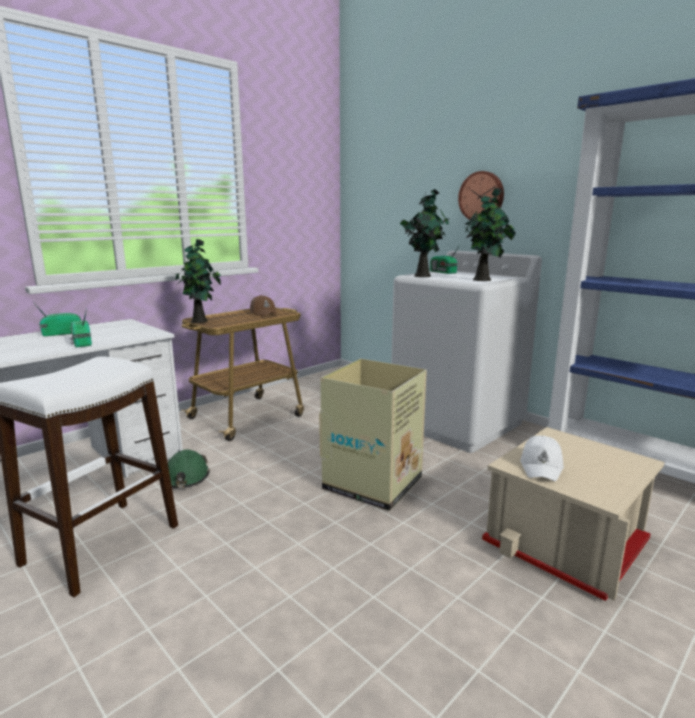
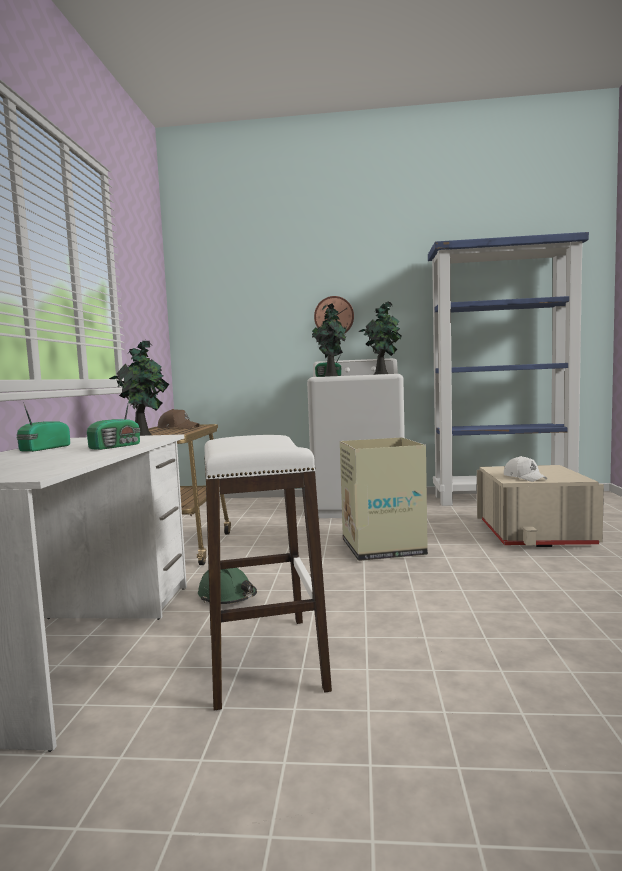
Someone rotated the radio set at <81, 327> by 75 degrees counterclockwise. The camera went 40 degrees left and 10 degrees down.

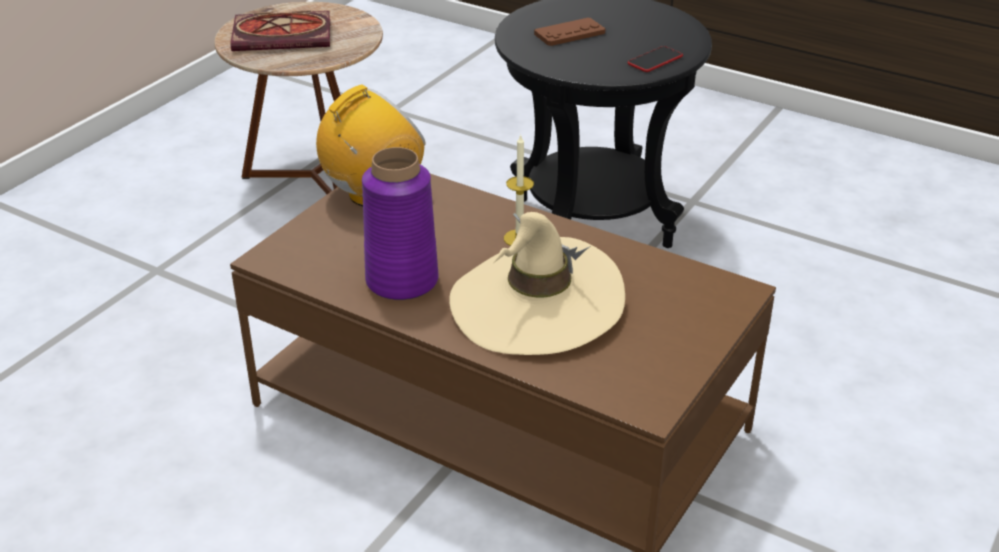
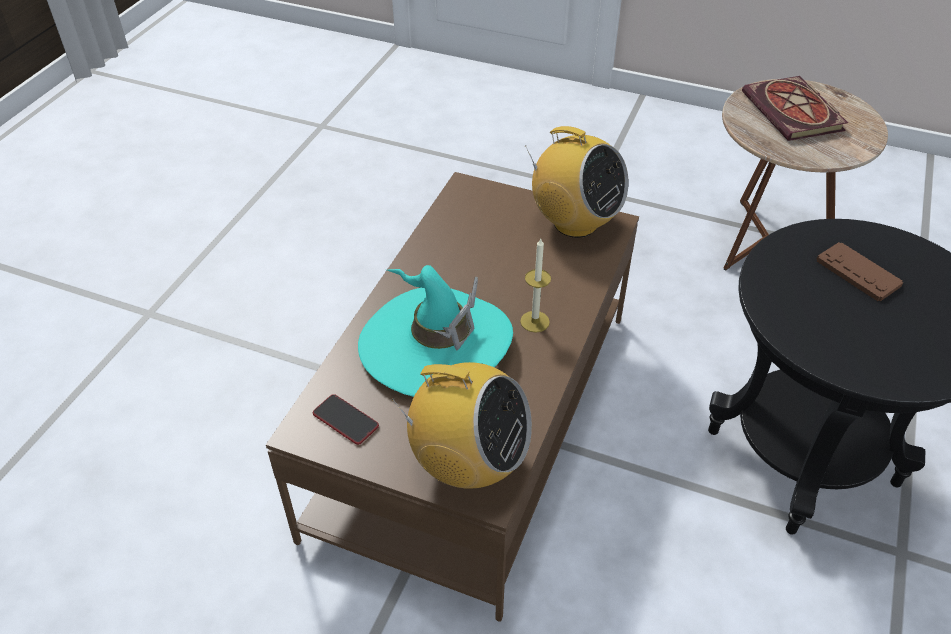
Someone carried the handset from <655, 59> to <346, 419>. Someone repainted the wearable hat (beige) at <537, 283>, which became the wearable hat (turquoise-coloured) at <435, 331>. Someone put down the radio set at <461, 425>. Someone took away the flower vase (purple-coloured) at <400, 223>. The camera went 80 degrees right and 10 degrees up.

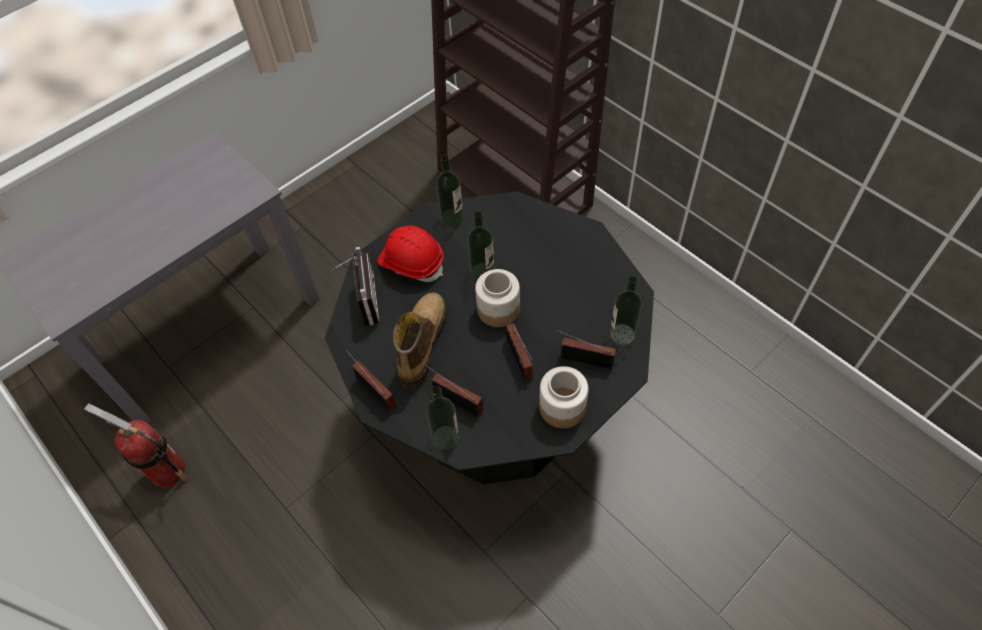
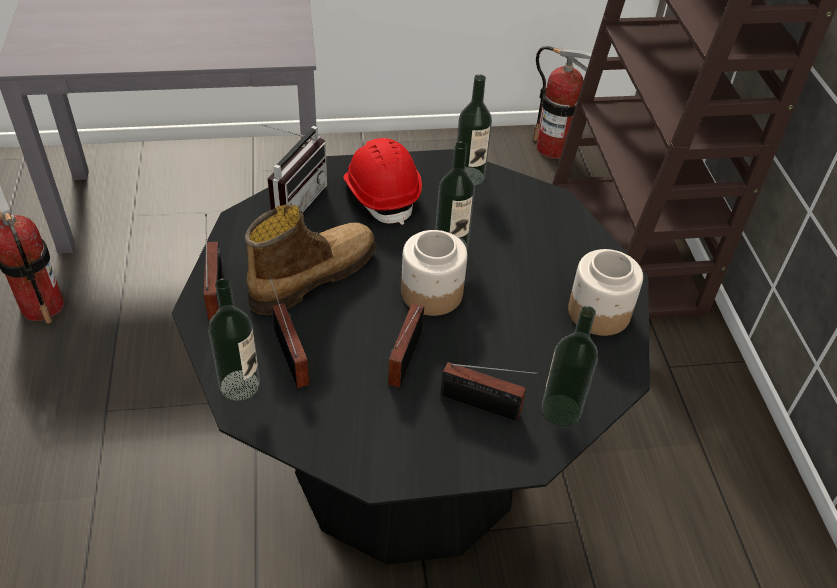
Someone rotated the radio set at <586, 350> by 150 degrees clockwise. Someone put down the fire extinguisher at <562, 102>. Someone carried the preserve jar from <564, 397> to <605, 292>. The camera went 30 degrees right and 10 degrees down.

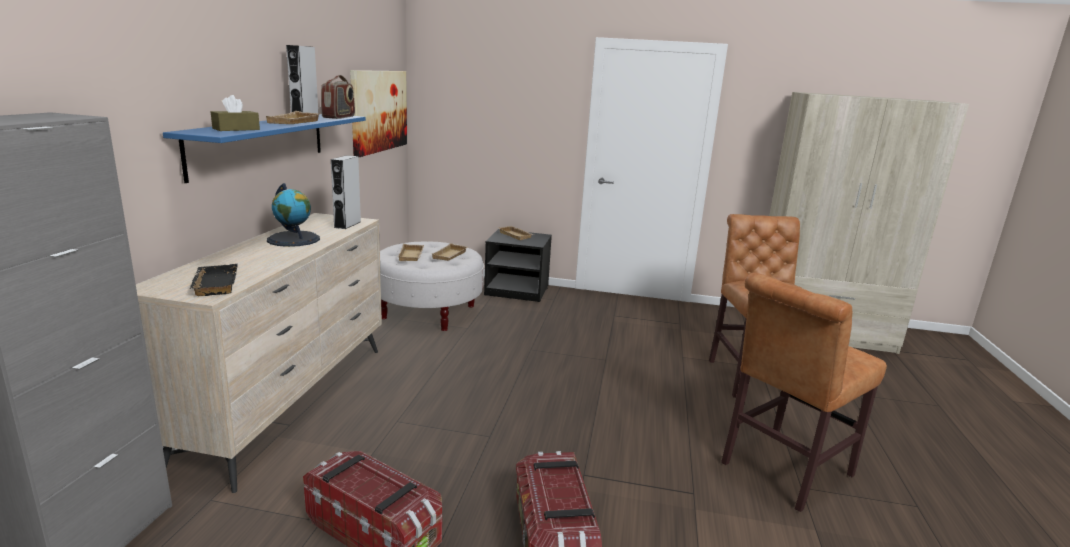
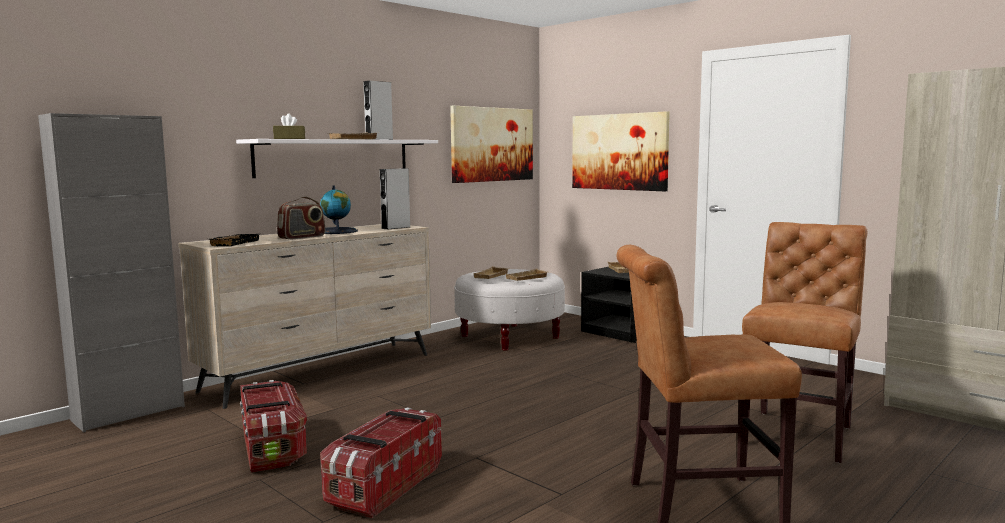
Someone repainted the bracket shelf (blue-coloured) at <264, 148>, which became the bracket shelf (whitish) at <337, 158>. Someone carried the radio set from <338, 97> to <301, 217>. Someone put up the picture at <621, 151>. The camera went 35 degrees right and 10 degrees down.

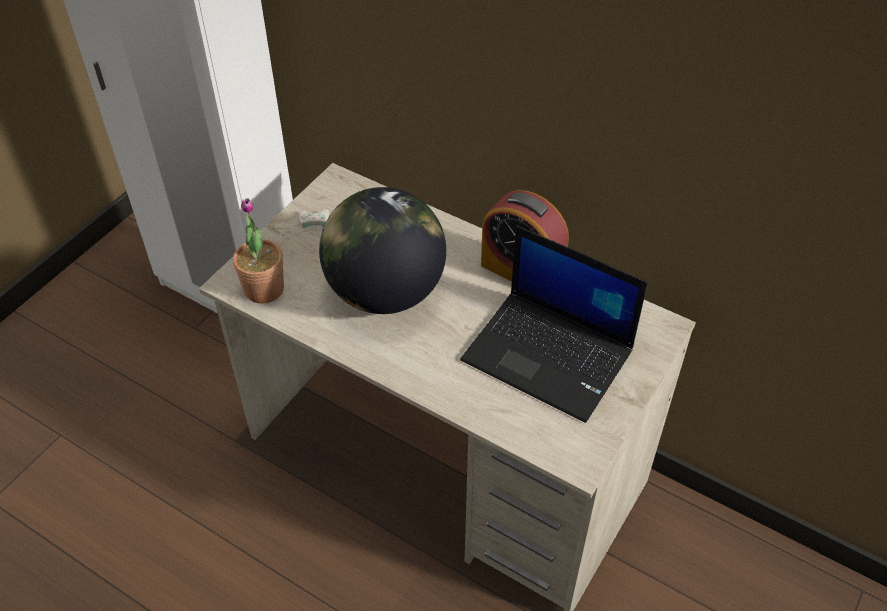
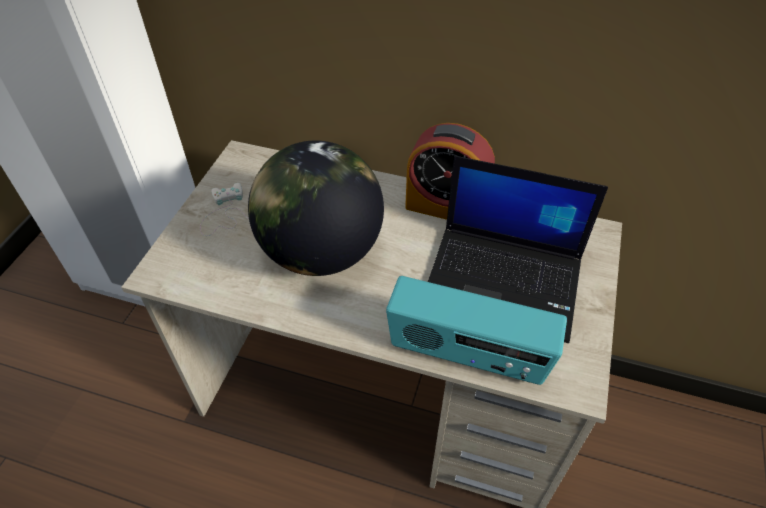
Someone put down the radio set at <476, 330>. Someone took away the plant in a pot at <258, 251>. The camera went 15 degrees left and 0 degrees up.

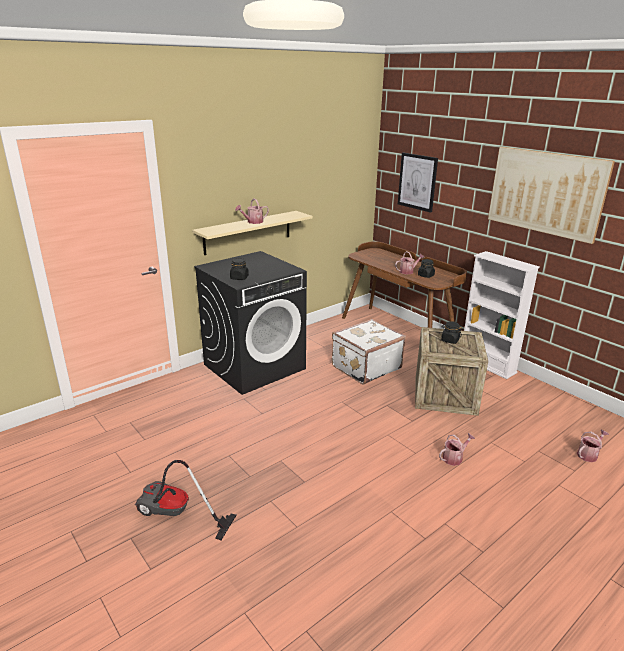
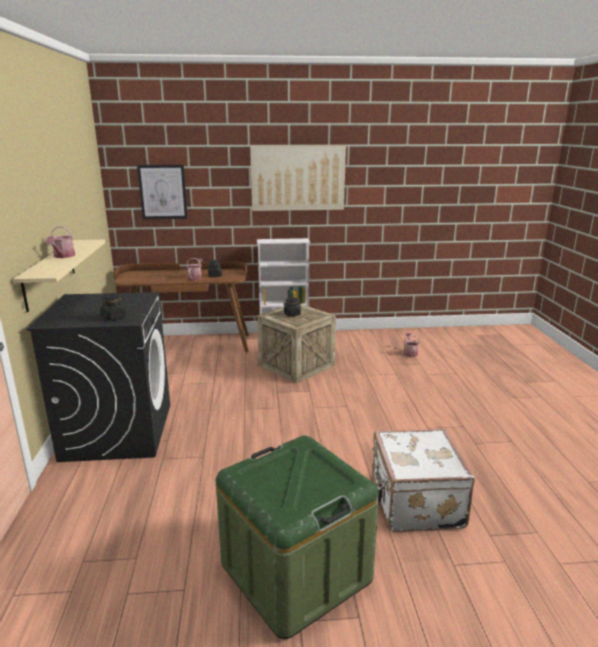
Someone swapped the hoover at <186, 500> for the storage container (green) at <297, 537>. Someone carried the travel case (whitish) from <369, 351> to <423, 480>. Someone took away the watering pot at <457, 449>. The camera went 55 degrees left and 5 degrees down.

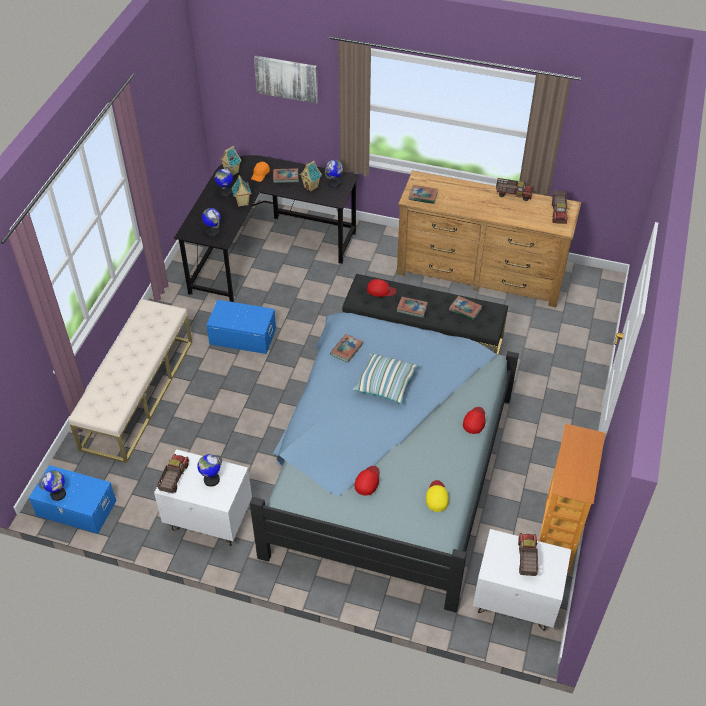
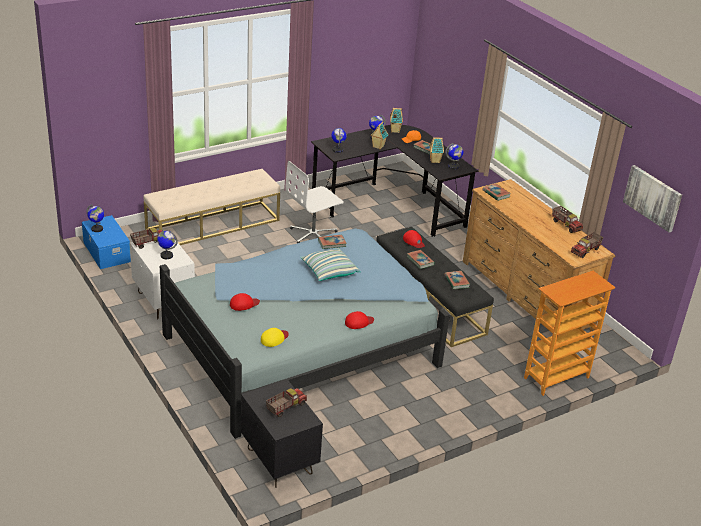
Someone repainted the nightstand (whitish) at <522, 580>, which became the nightstand (black-coloured) at <282, 433>. Someone swapped the storage container (blue-coloured) at <241, 327> for the office chair (whitish) at <314, 202>. Someone carried the shelving unit from <572, 498> to <570, 333>. Someone carried the picture from <286, 80> to <652, 198>. The camera went 40 degrees right and 15 degrees down.

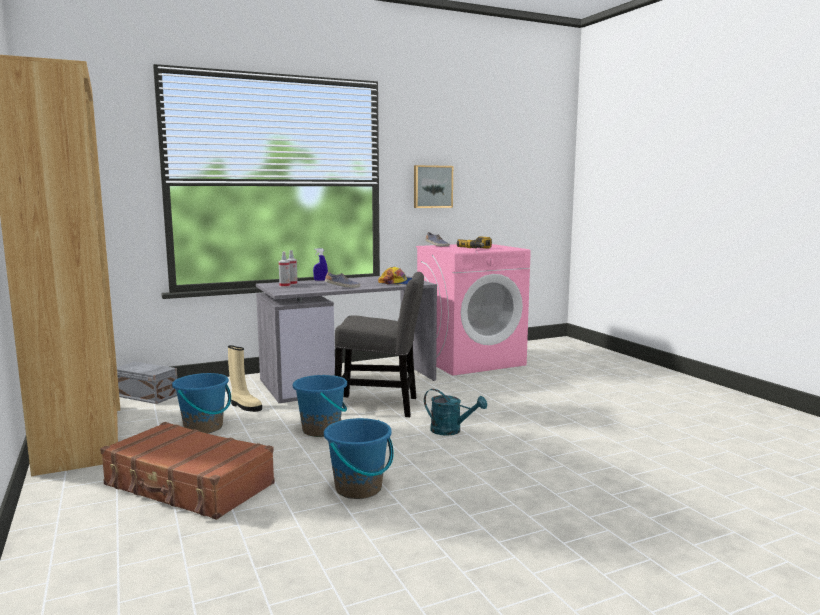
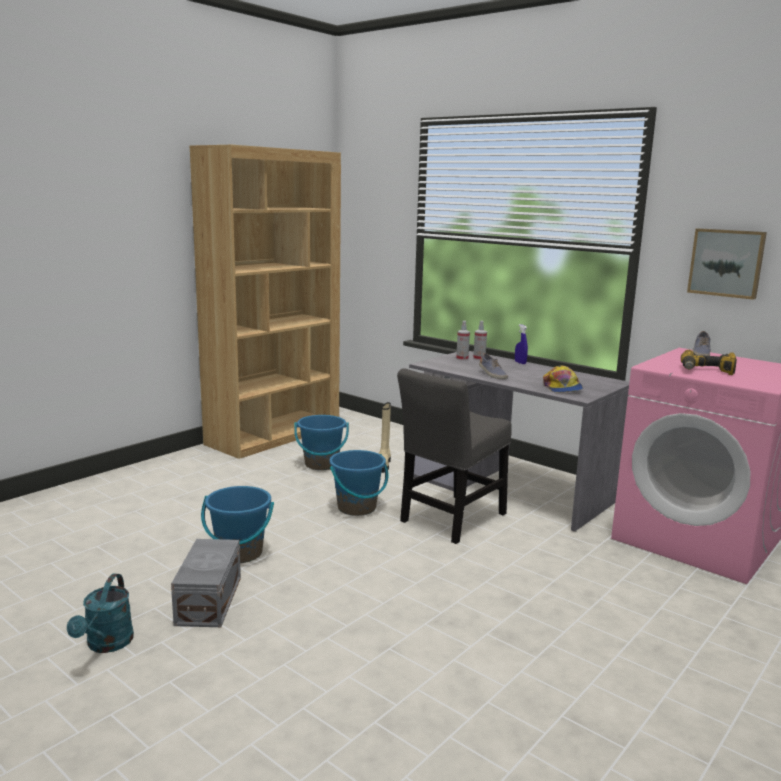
Someone carried the watering pot (turquoise-coloured) from <455, 412> to <100, 613>. Someone carried the storage container (greyish) from <147, 383> to <206, 583>. Someone rotated the chair (greyish) at <379, 344> by 60 degrees clockwise. Someone took away the travel case (brown) at <187, 471>. The camera went 65 degrees right and 5 degrees up.

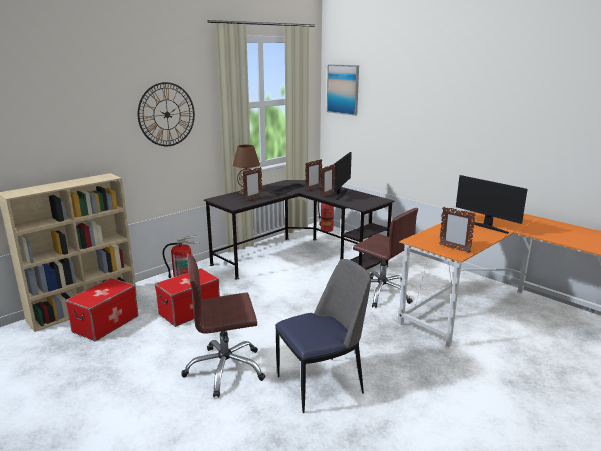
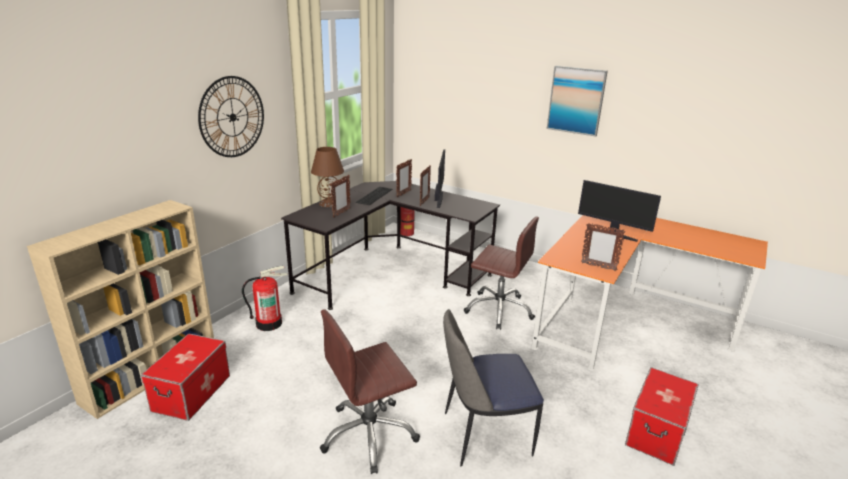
Someone rotated the chair at <323, 336> by 150 degrees counterclockwise. Someone carried the picture from <343, 90> to <577, 101>. Someone carried the storage container from <187, 297> to <662, 416>. The camera went 15 degrees left and 5 degrees up.

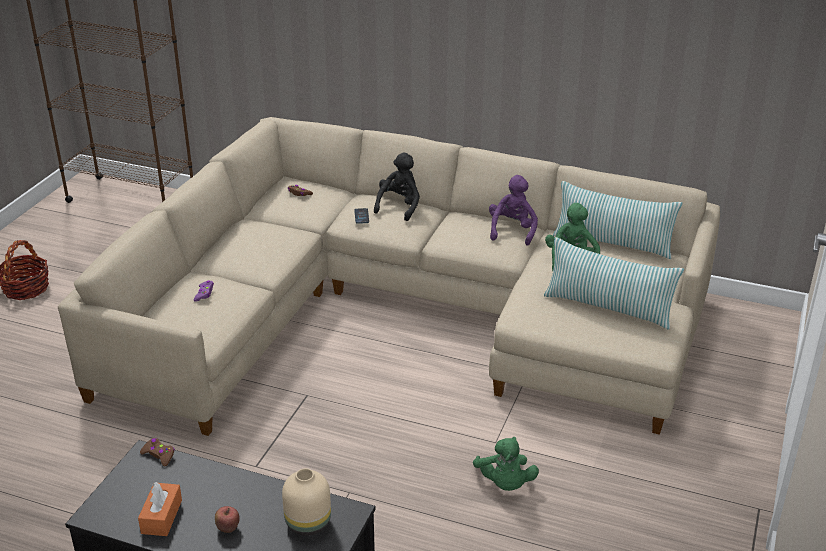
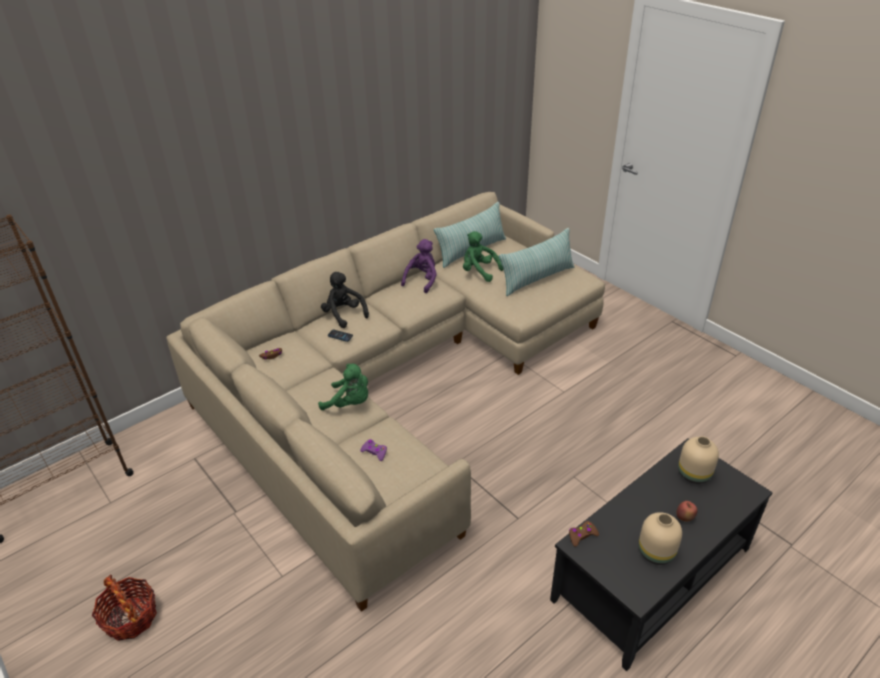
Someone carried the cuddly toy (green) from <506, 464> to <343, 386>. Someone rotated the cuddly toy (purple-coloured) at <513, 210> by 75 degrees clockwise. Someone swapped the tissue holder (orangey) at <160, 509> for the flower vase (beige) at <660, 538>. The camera went 60 degrees left and 5 degrees up.

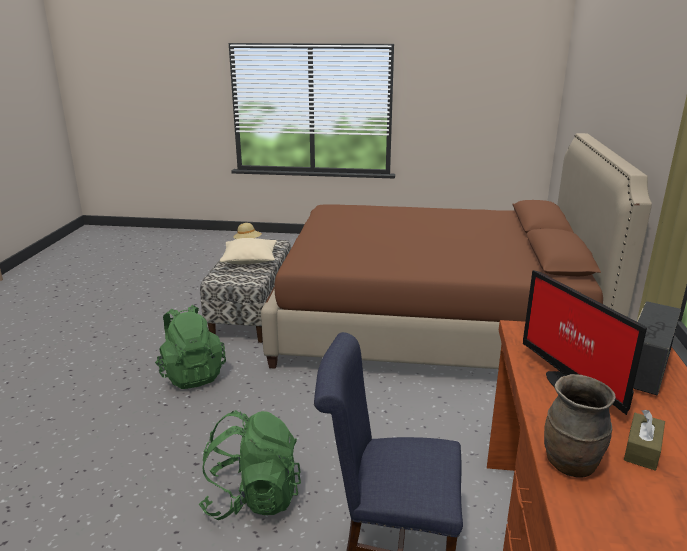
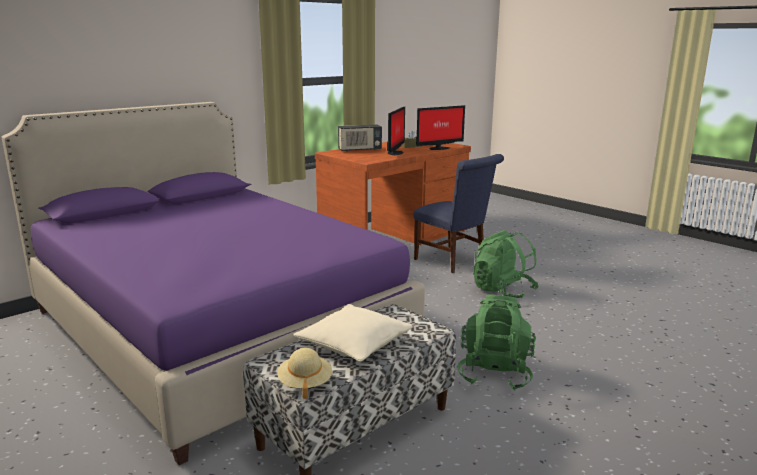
Someone repainted the bed (brown) at <456, 251>, which became the bed (purple-coloured) at <213, 283>. Someone swapped the flower vase (brown) at <580, 425> for the monitor at <440, 127>. The camera went 140 degrees left and 5 degrees down.

